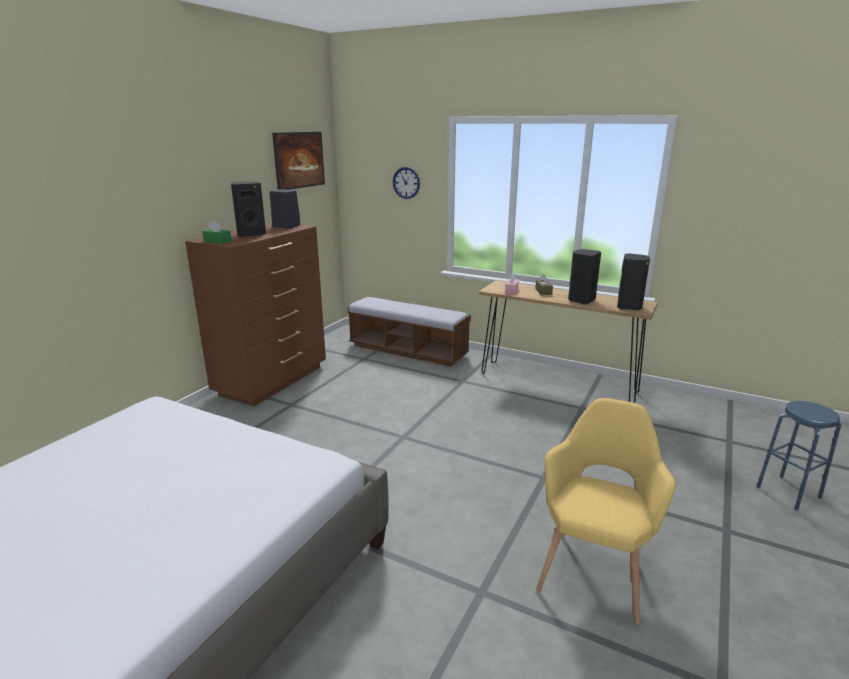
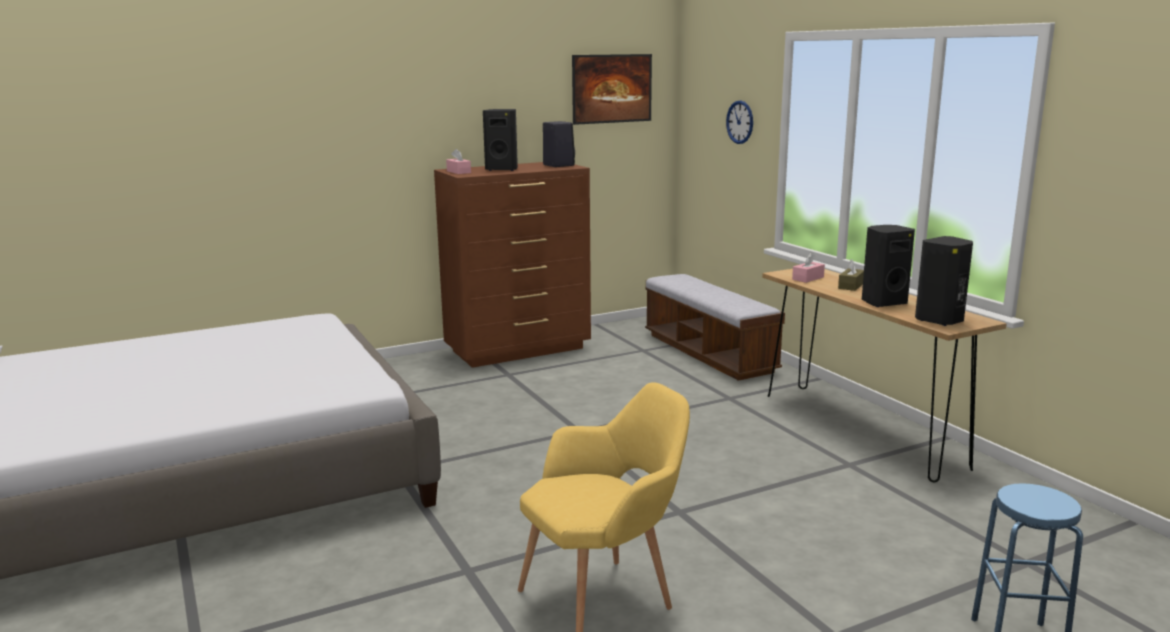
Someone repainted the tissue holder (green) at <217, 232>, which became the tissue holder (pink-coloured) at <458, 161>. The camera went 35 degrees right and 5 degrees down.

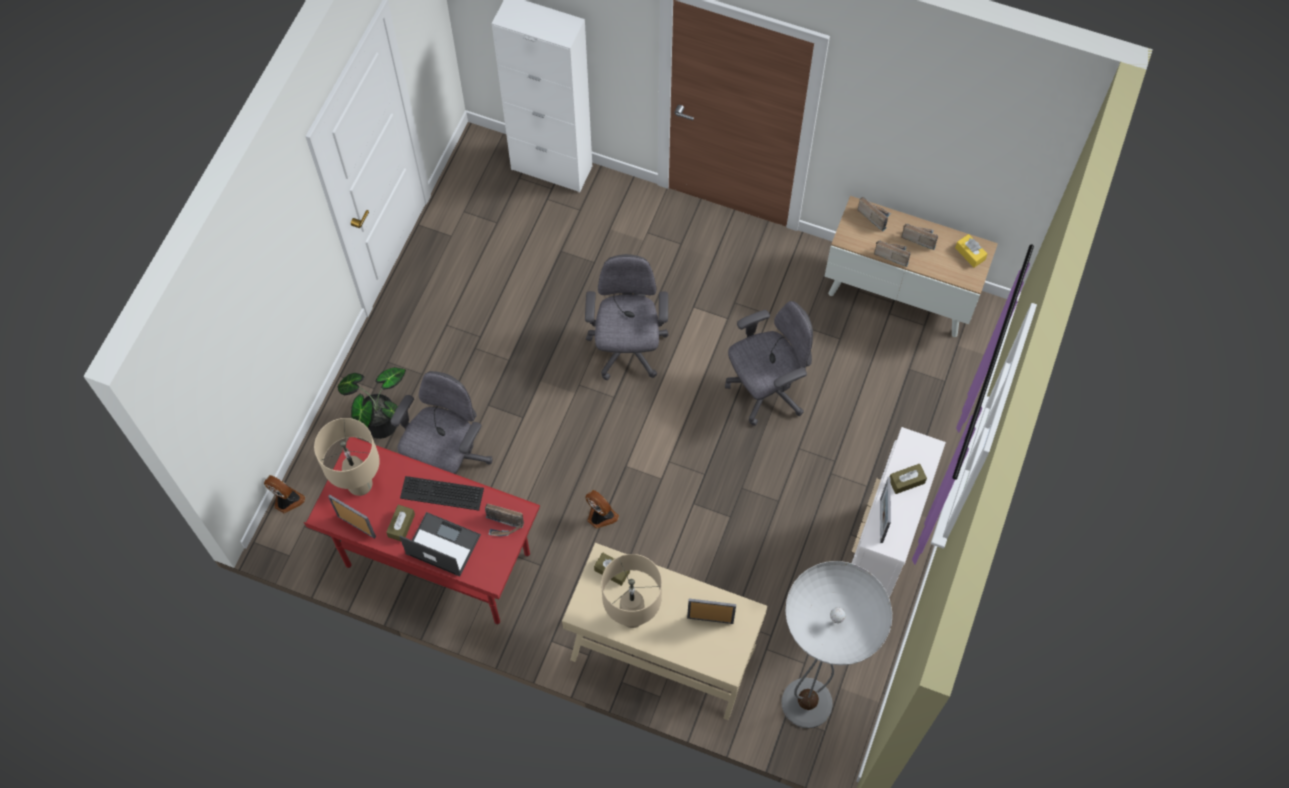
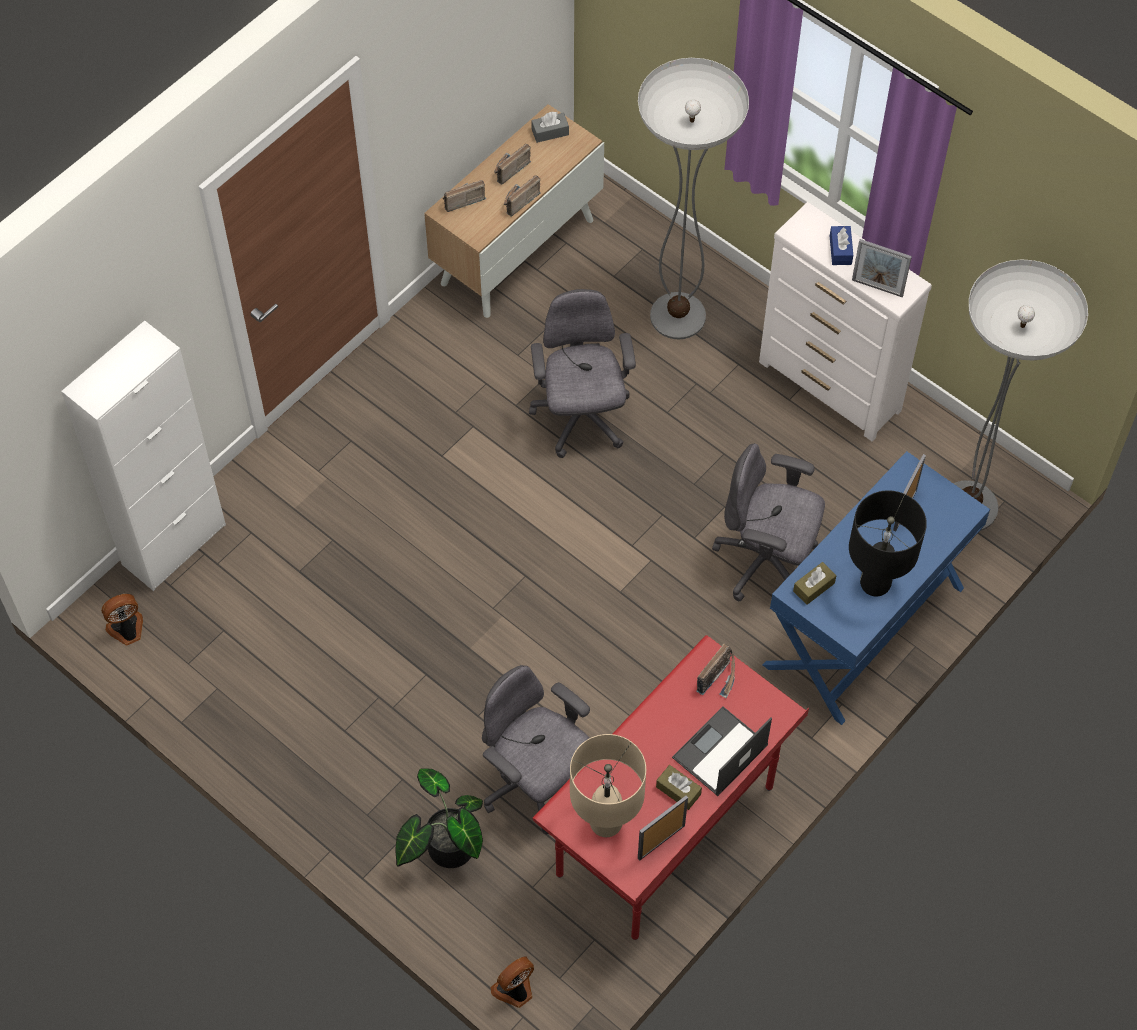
Someone carried the fan from <602, 509> to <122, 620>. Someone repainted the tissue holder (yellow) at <971, 251>, which became the tissue holder (greyish) at <550, 127>. Someone put down the standing lamp at <693, 198>. Someone carried the office chair (greyish) from <627, 317> to <768, 522>. Someone repainted the desk (beige) at <665, 631>, which became the desk (blue-coloured) at <876, 588>. Someone repainted the tissue holder (brown) at <908, 479>, which became the tissue holder (blue-coloured) at <841, 245>. Someone repainted the table lamp (beige) at <631, 591>, which became the table lamp (black-coloured) at <888, 543>. Someone took away the PC keyboard at <442, 493>. The camera went 70 degrees left and 5 degrees down.

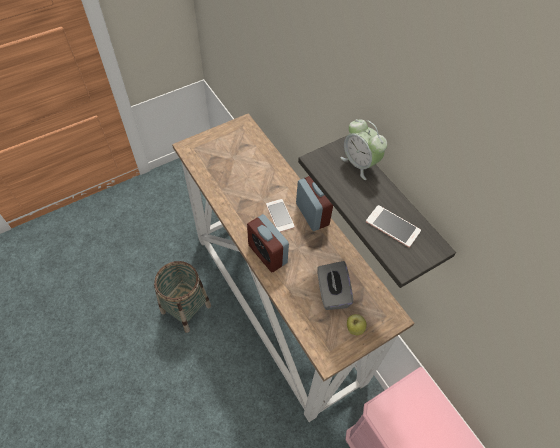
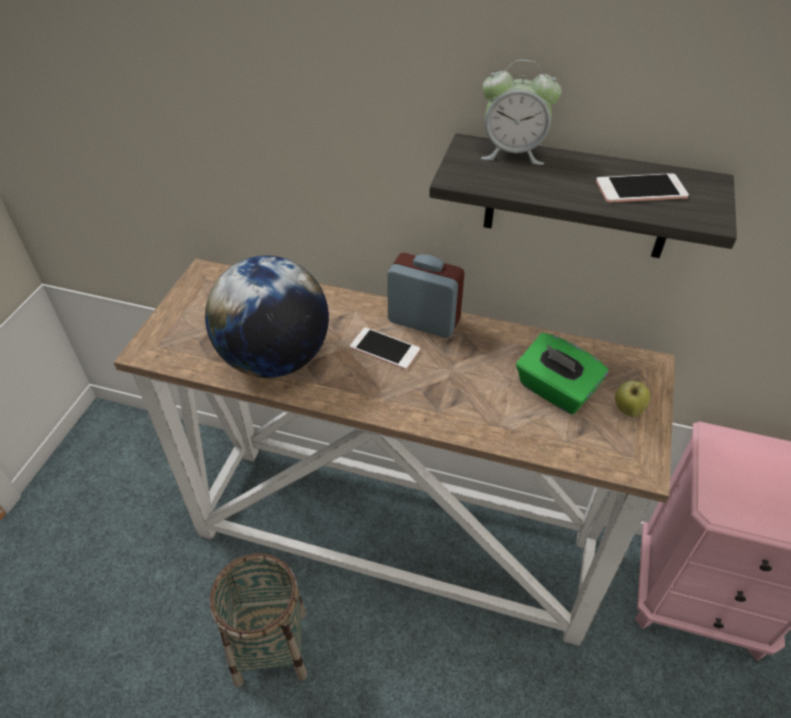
Someone put down the globe at <267, 317>. Someone repainted the tissue holder (greyish) at <335, 285>, which became the tissue holder (green) at <562, 373>. Someone took away the table clock at <268, 243>. The camera went 40 degrees left and 10 degrees down.

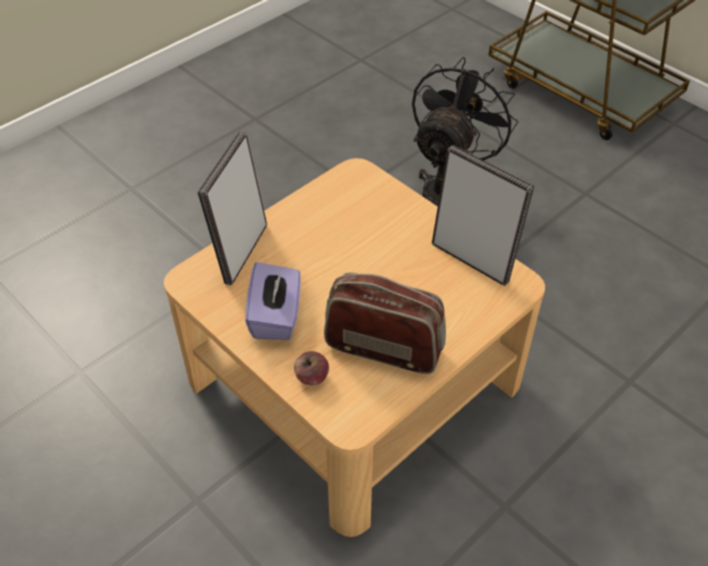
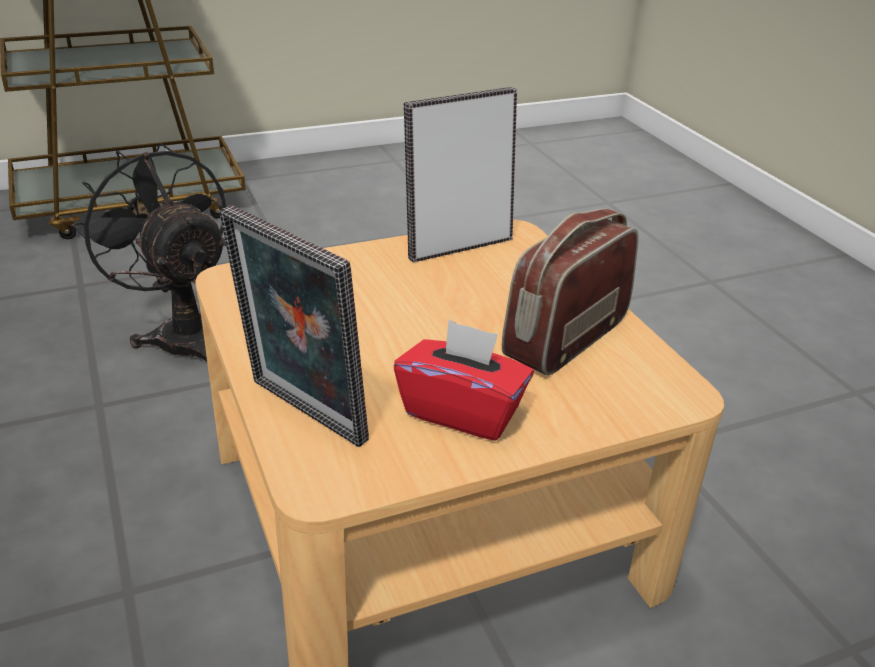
Someone repainted the tissue holder (purple-coloured) at <273, 301>, which became the tissue holder (red) at <464, 380>. Someone took away the apple fruit at <311, 368>. The camera went 70 degrees left and 15 degrees down.

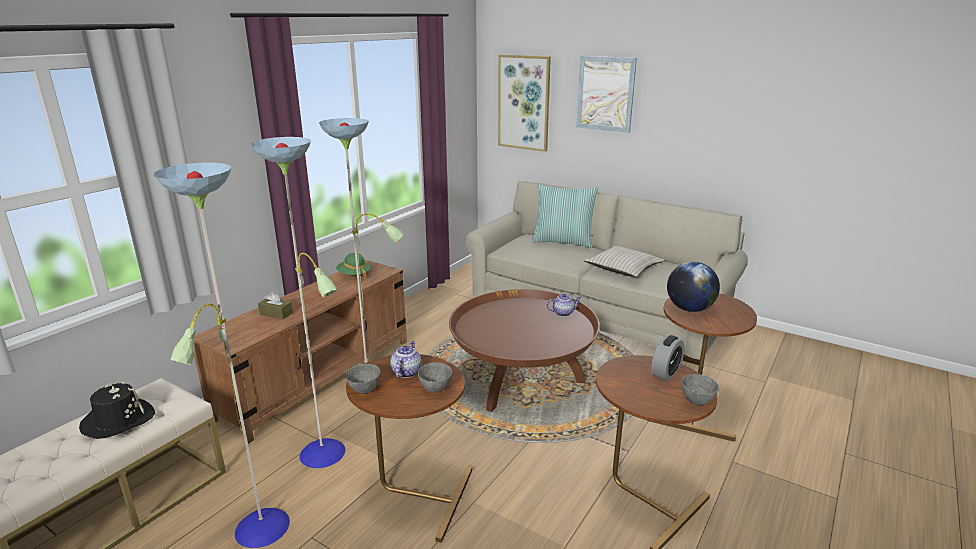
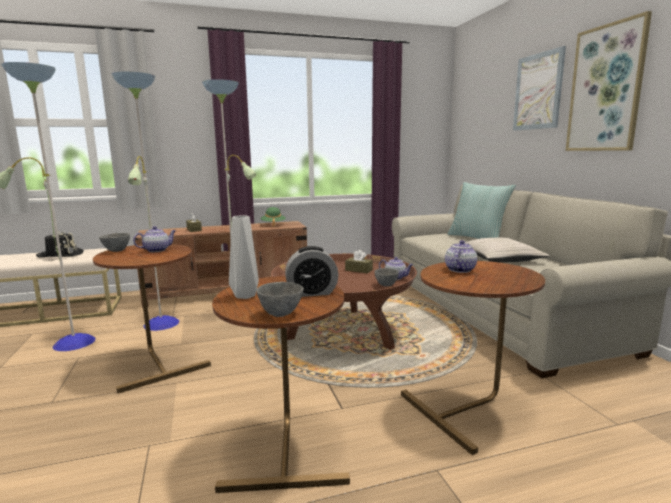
Someone put down the flower vase (greyish) at <244, 257>. Someone put down the tissue holder (brown) at <359, 261>. Someone carried the bowl (greyish) from <435, 377> to <386, 277>. Someone swapped the globe at <693, 287> for the tea pot at <461, 256>. Someone carried the picture from <524, 103> to <609, 81>. The camera went 40 degrees right and 10 degrees down.

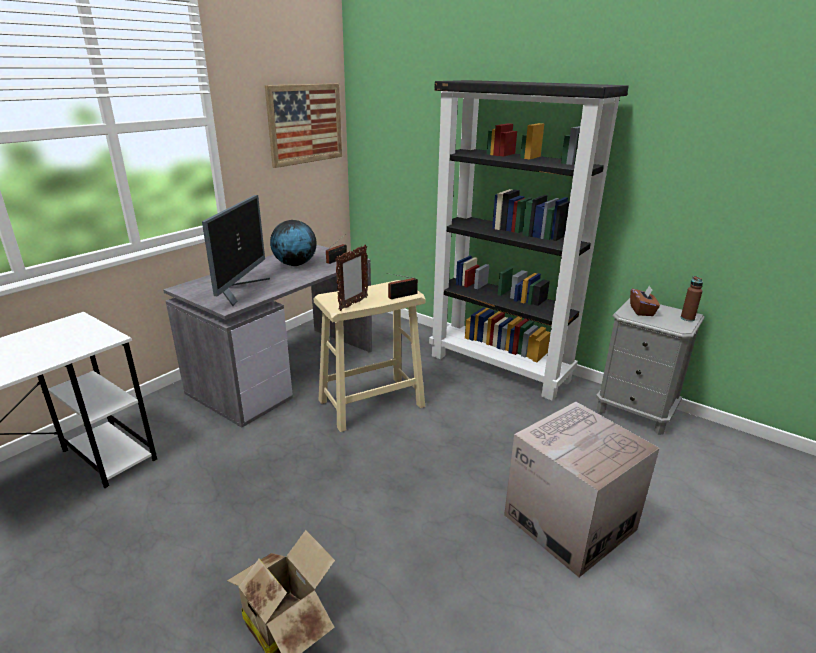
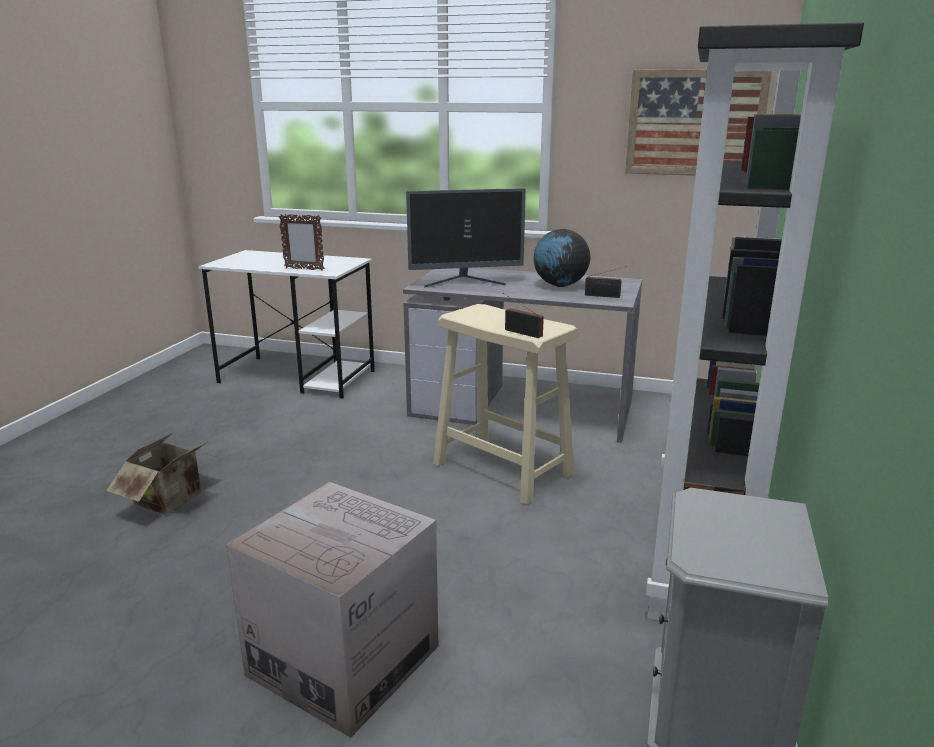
Someone carried the picture frame from <351, 278> to <301, 242>. Someone took away the tissue holder (brown) at <645, 300>. Someone took away the bottle (brown) at <692, 298>. The camera went 70 degrees right and 5 degrees down.

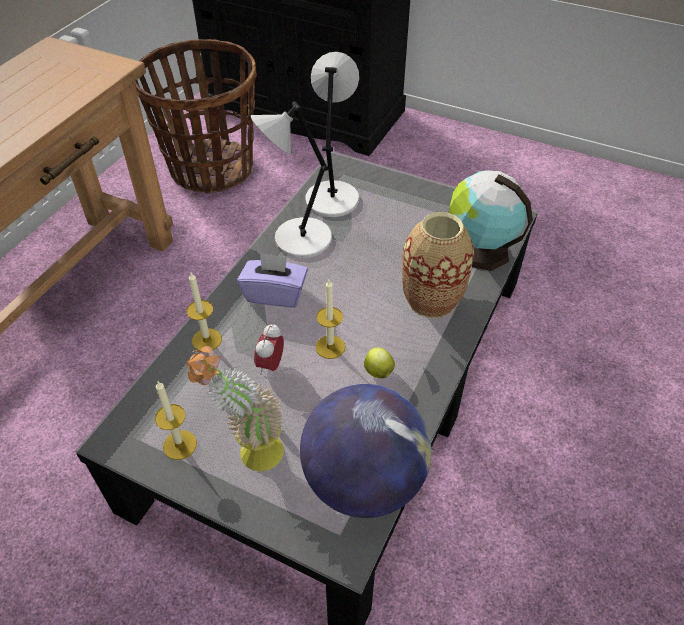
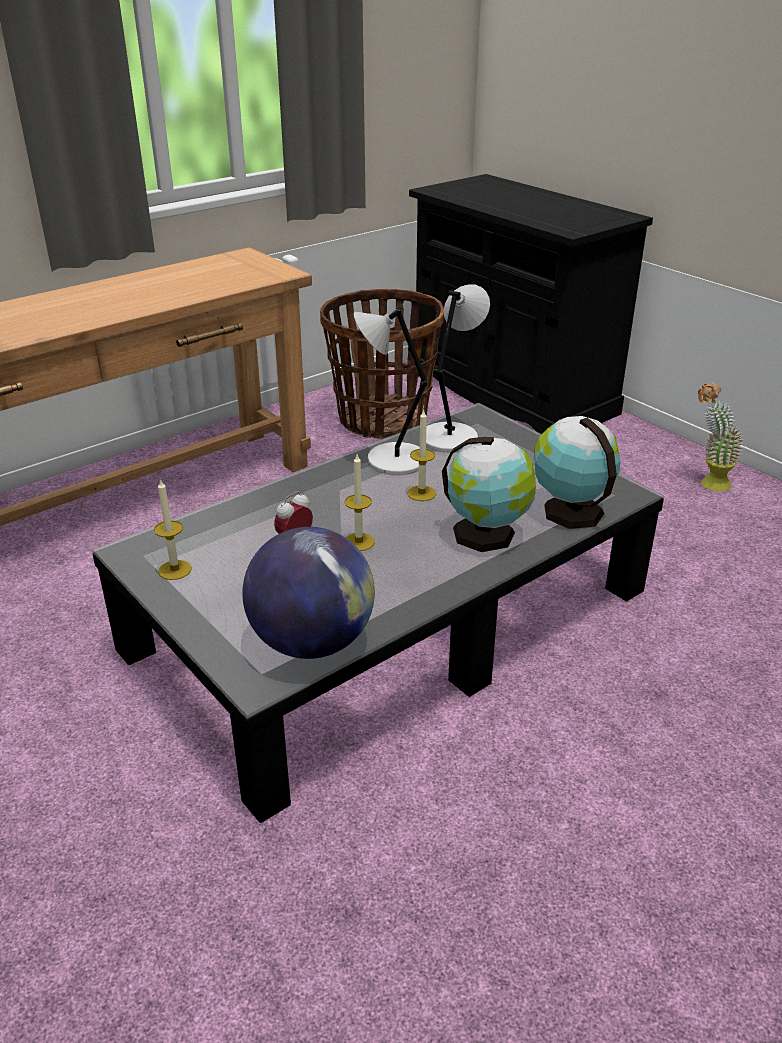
Someone carried the wax light from <204, 311> to <421, 455>. Someone swapped the flower vase at <438, 265> for the globe at <489, 494>. Someone carried the plant in a pot from <235, 408> to <720, 437>. Someone took away the tissue holder (purple-coloured) at <272, 280>. Someone took away the apple fruit at <379, 362>. The camera went 25 degrees right and 15 degrees down.

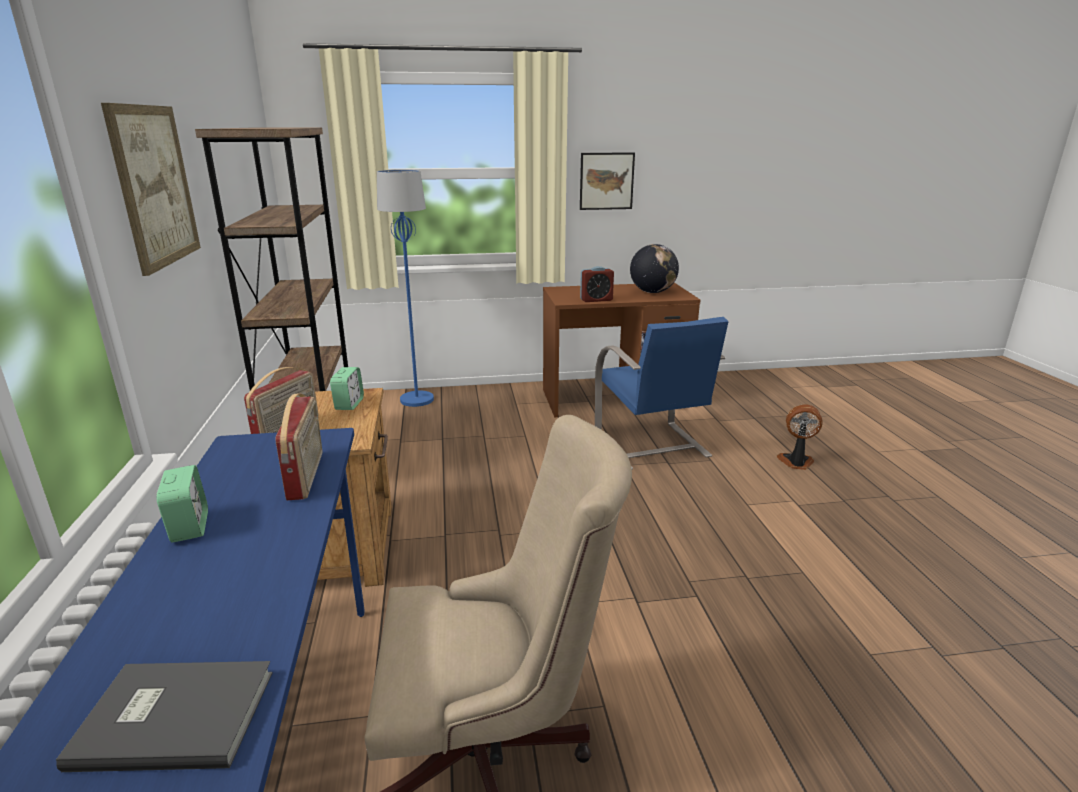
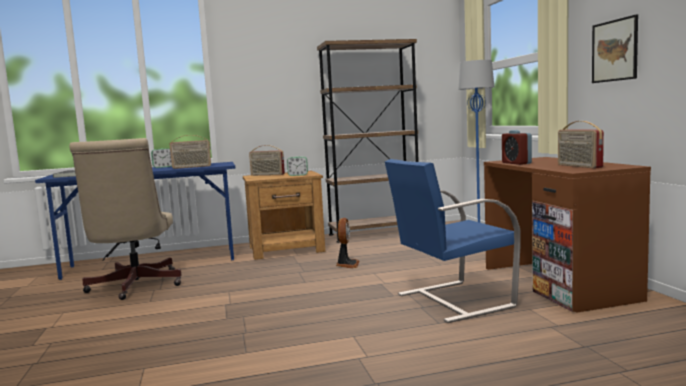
Someone carried the fan from <799, 437> to <347, 243>. Someone swapped the globe at <654, 268> for the radio set at <581, 145>. Someone took away the picture at <151, 189>. The camera went 85 degrees right and 15 degrees down.

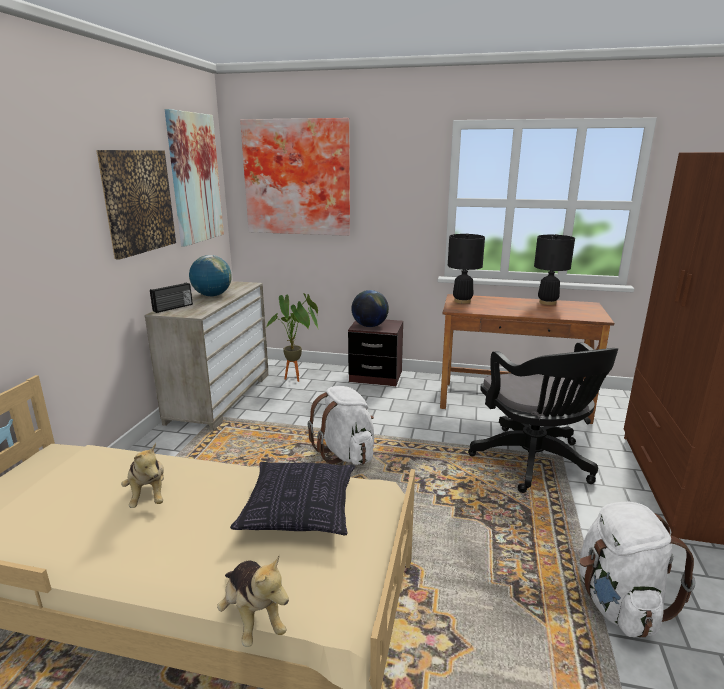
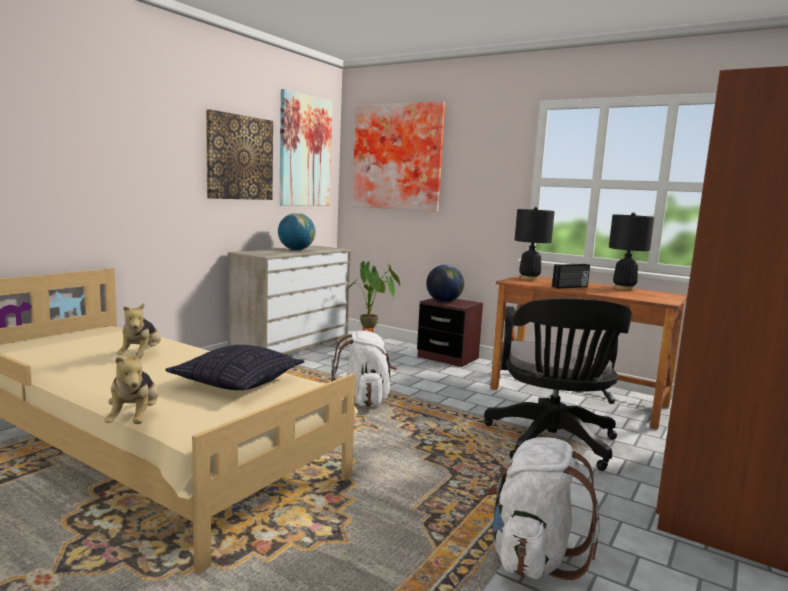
Someone carried the radio set from <171, 298> to <571, 276>. The camera went 20 degrees right and 10 degrees down.

